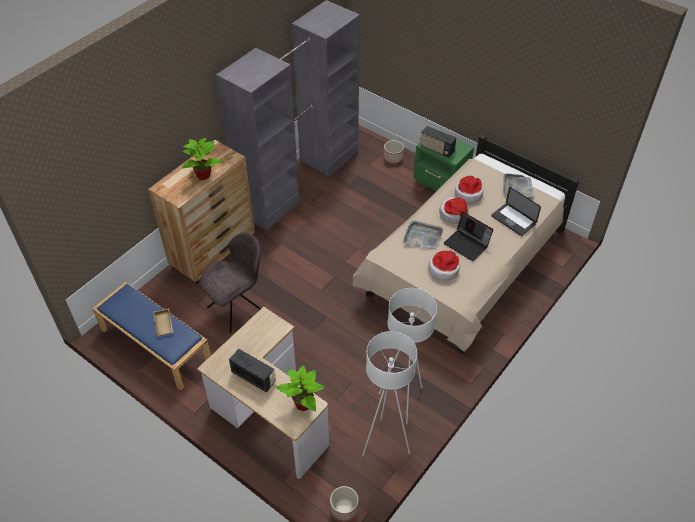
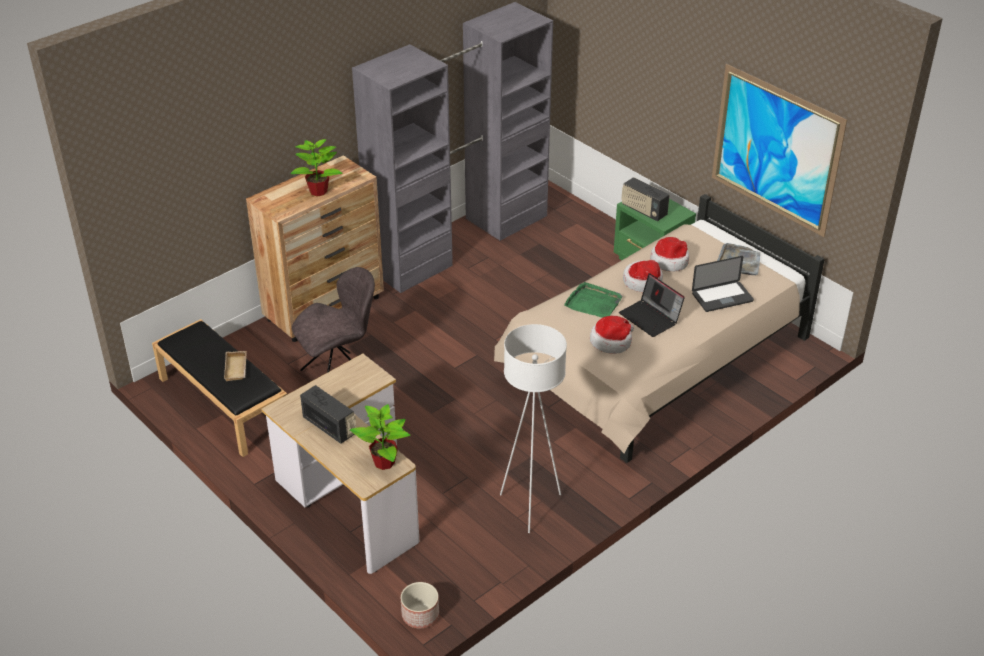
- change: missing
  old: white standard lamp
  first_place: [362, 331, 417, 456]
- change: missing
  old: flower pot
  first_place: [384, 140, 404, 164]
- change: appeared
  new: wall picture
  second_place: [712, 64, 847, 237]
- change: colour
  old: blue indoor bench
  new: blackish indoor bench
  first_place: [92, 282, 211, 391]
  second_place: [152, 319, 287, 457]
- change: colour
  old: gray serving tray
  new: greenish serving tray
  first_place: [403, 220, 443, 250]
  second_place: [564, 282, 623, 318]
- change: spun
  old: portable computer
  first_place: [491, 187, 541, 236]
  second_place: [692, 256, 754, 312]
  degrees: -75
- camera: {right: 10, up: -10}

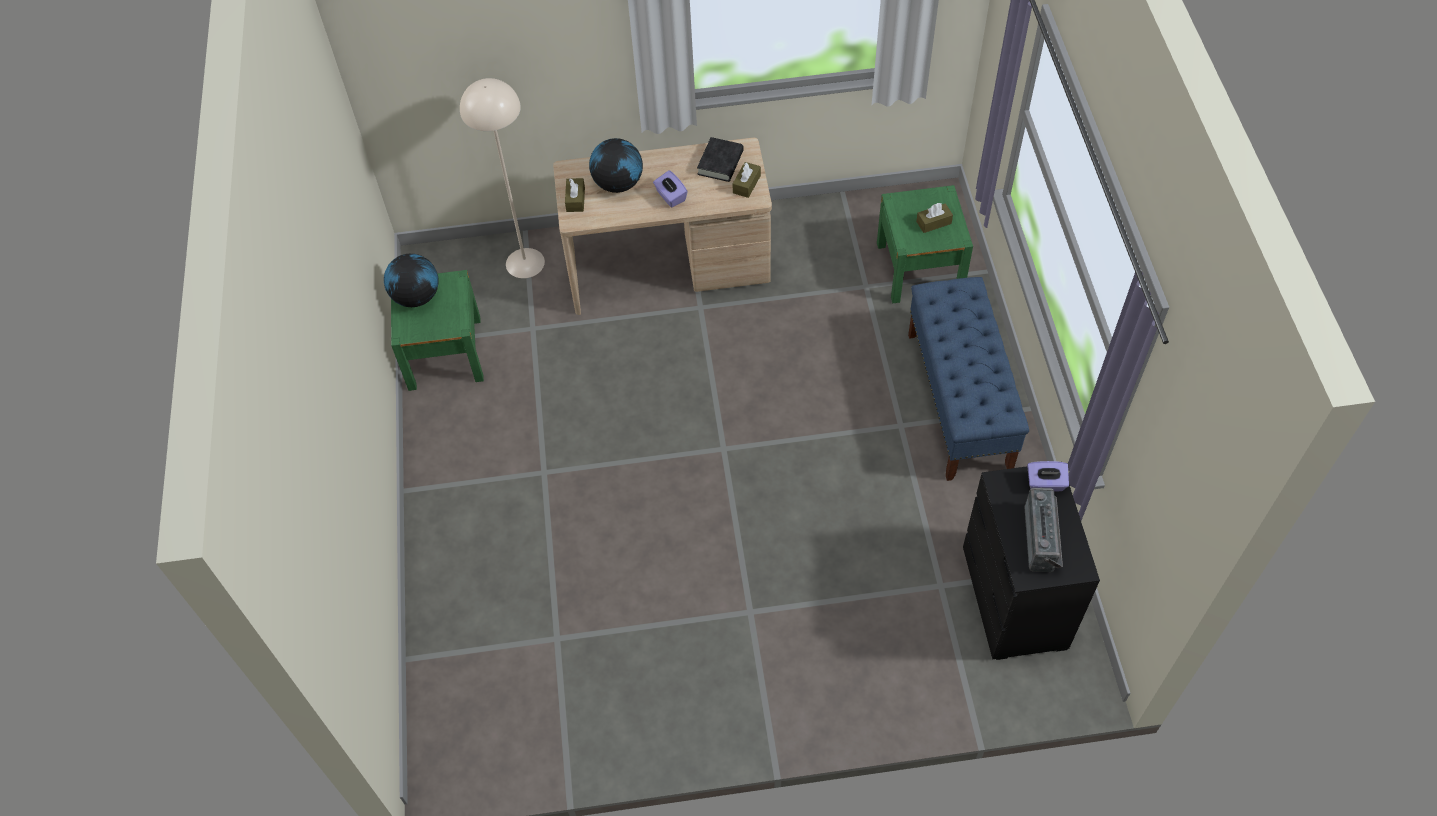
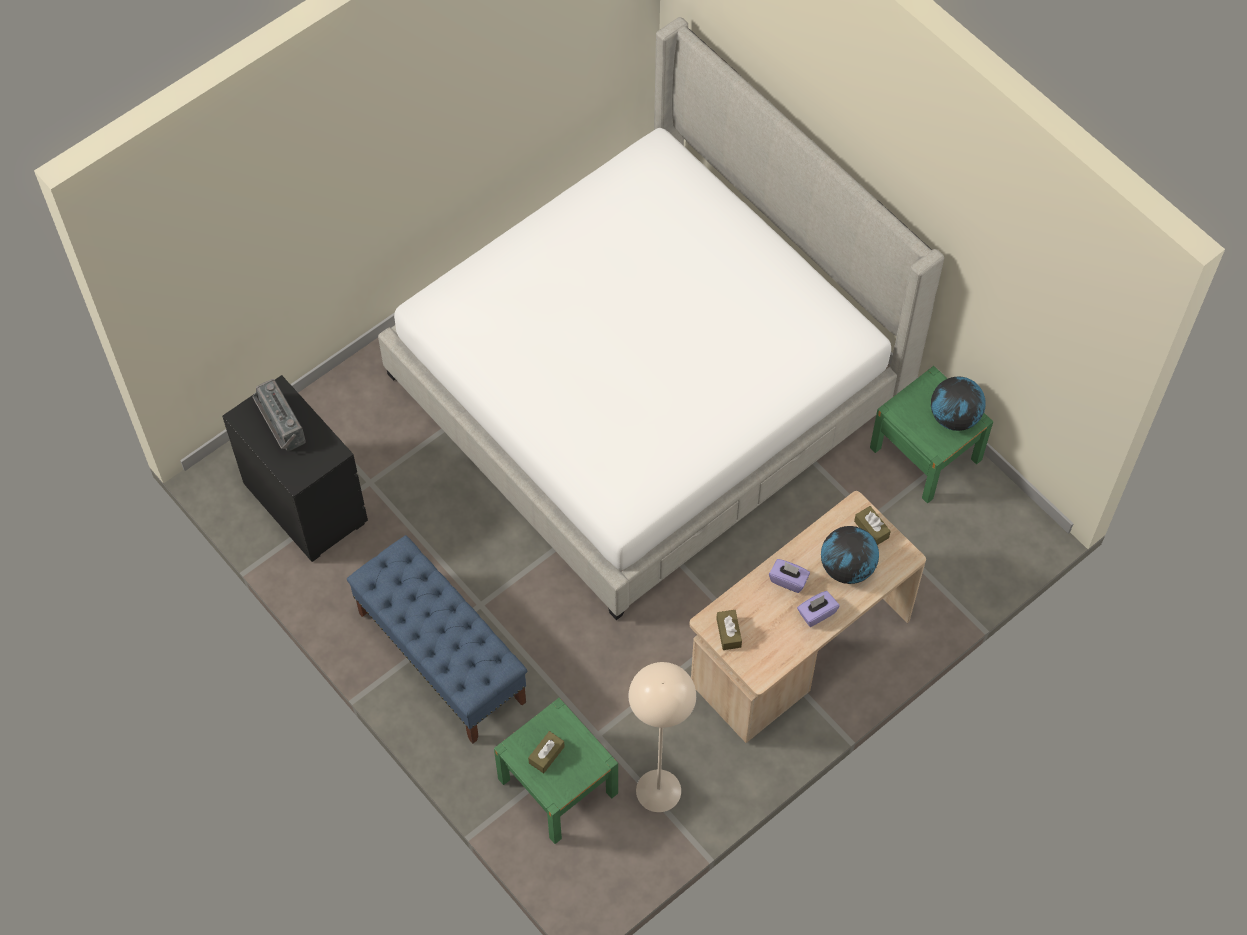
- change: missing
  old: blackish book
  first_place: [697, 137, 744, 182]
- change: appeared
  new: bedroom bed
  second_place: [378, 17, 944, 620]
- change: relocated
  old: sand-coloured standard lamp
  first_place: [460, 78, 545, 278]
  second_place: [629, 662, 696, 812]
- change: relocated
  old: purple box of tissues
  first_place: [1027, 461, 1069, 492]
  second_place: [797, 591, 840, 627]
- camera: {right: 145, up: 5}

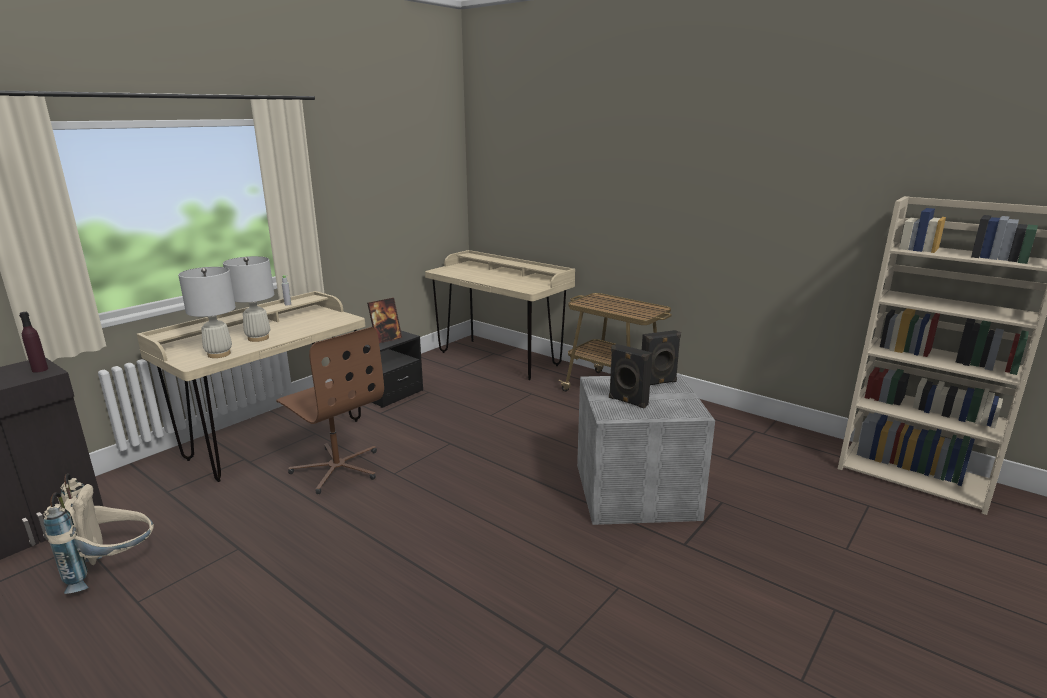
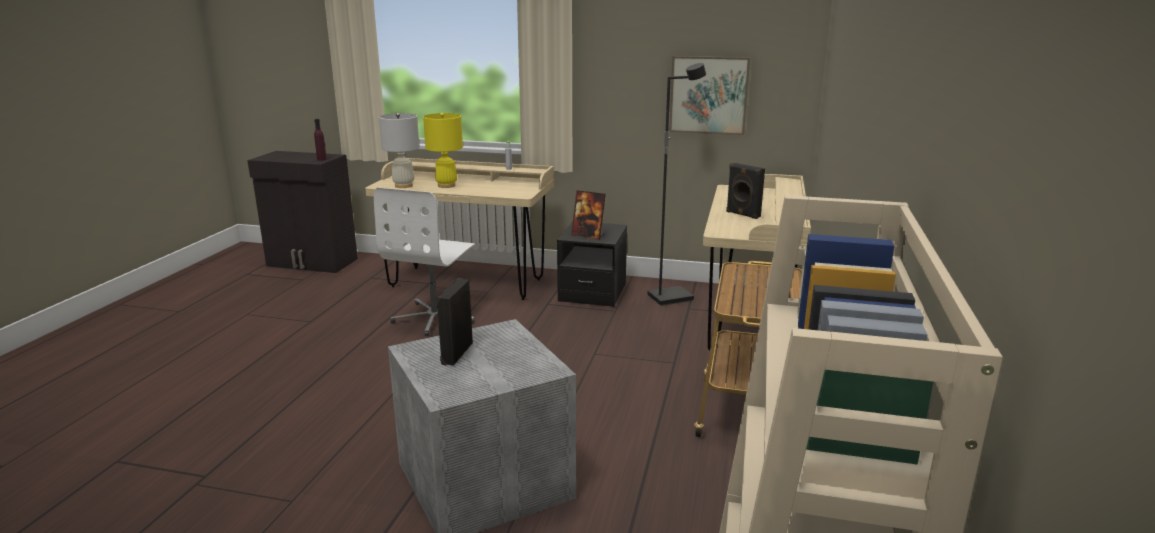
- change: missing
  old: sand-coloured backpack
  first_place: [43, 474, 154, 594]
- change: appeared
  new: blackish standard lamp
  second_place: [647, 63, 706, 306]
- change: appeared
  new: wall picture
  second_place: [669, 56, 750, 135]
- change: relocated
  old: blackish loudspeaker
  first_place: [642, 330, 681, 385]
  second_place: [726, 163, 765, 219]
- change: colour
  old: white table lamp
  new: yellowish table lamp
  first_place: [223, 256, 274, 342]
  second_place: [423, 113, 463, 188]
- change: colour
  old: brown-coloured computer chair
  new: white computer chair
  first_place: [276, 327, 384, 494]
  second_place: [374, 187, 475, 336]
- camera: {right: 65, up: 0}

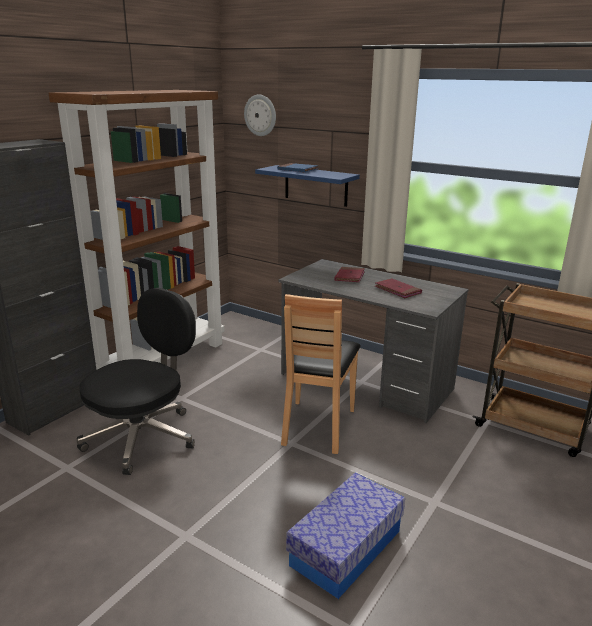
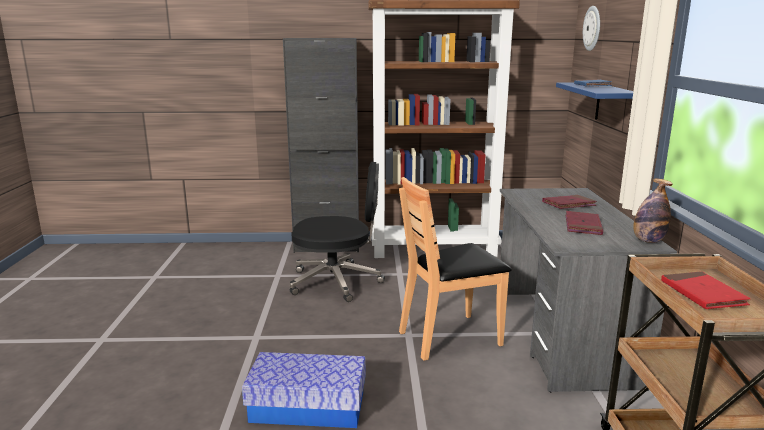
- change: appeared
  new: bottle
  second_place: [633, 178, 673, 243]
- change: appeared
  new: red book
  second_place: [661, 271, 750, 309]
- camera: {right: 55, up: -5}

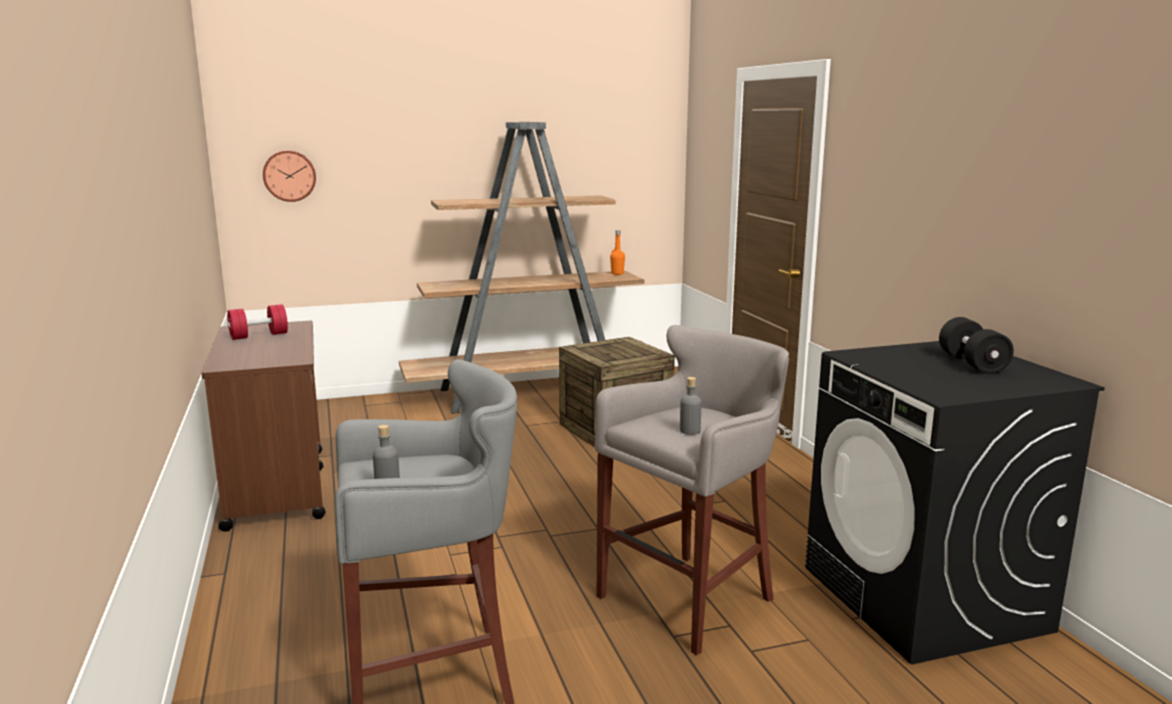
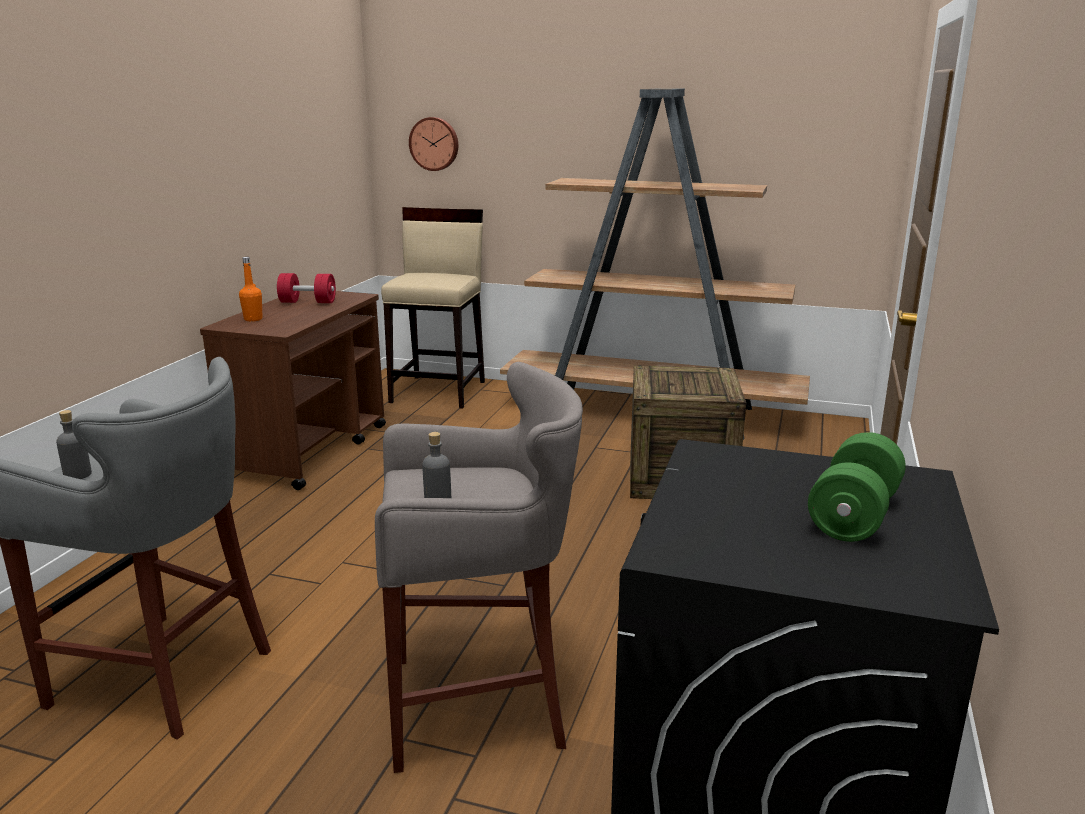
- change: appeared
  new: sand-coloured stool
  second_place: [381, 207, 485, 409]
- change: relocated
  old: orange-coloured bottle
  first_place: [610, 230, 625, 275]
  second_place: [239, 257, 263, 321]
- change: colour
  old: blackish dumbbell
  new: greenish dumbbell
  first_place: [939, 317, 1014, 374]
  second_place: [808, 432, 906, 542]
- camera: {right: 35, up: 5}

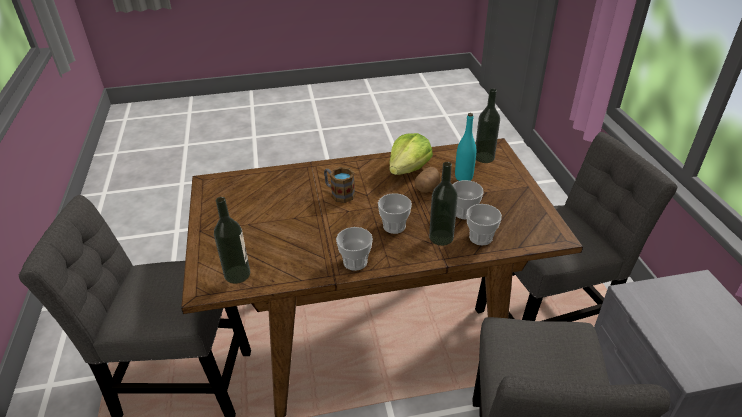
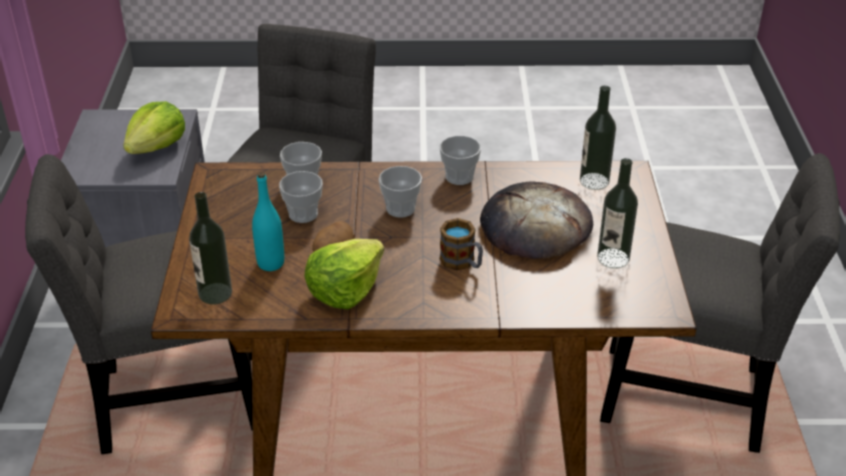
- change: appeared
  new: lettuce head
  second_place: [123, 101, 185, 154]
- change: appeared
  new: baked bread
  second_place: [480, 181, 593, 259]
- change: relocated
  old: bottle
  first_place: [429, 162, 458, 246]
  second_place: [597, 158, 638, 268]
- camera: {right: -170, up: 0}

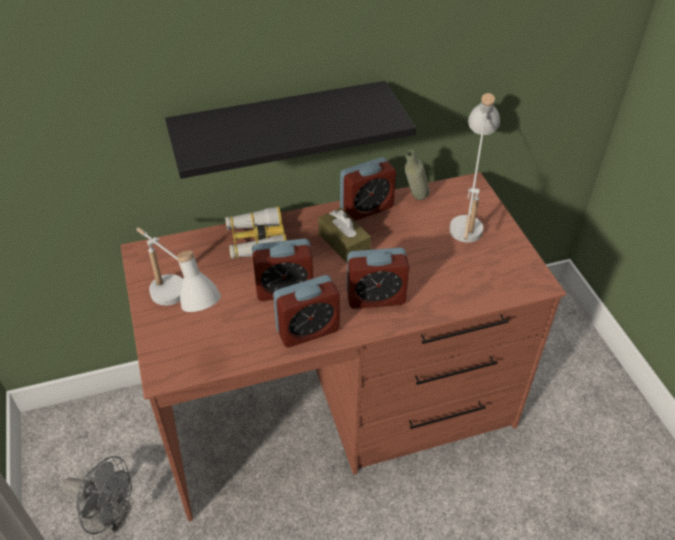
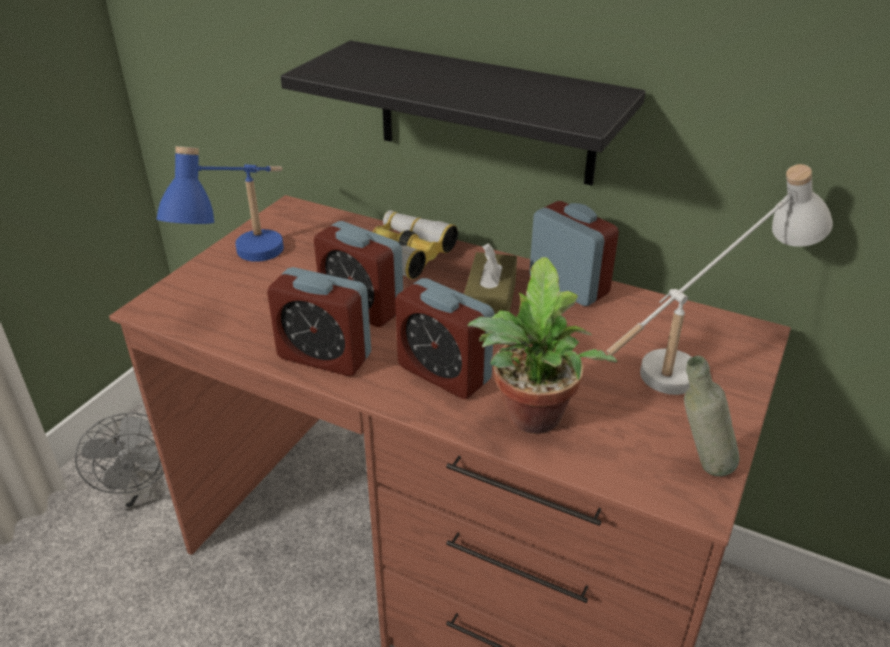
- change: appeared
  new: plant in a pot
  second_place: [467, 257, 617, 434]
- change: relocated
  old: gray bottle
  first_place: [405, 150, 430, 200]
  second_place: [684, 356, 739, 476]
- change: colour
  old: white table lamp
  new: blue table lamp
  first_place: [136, 227, 221, 312]
  second_place: [157, 146, 284, 262]
- change: spun
  old: bedside clock
  first_place: [340, 157, 396, 221]
  second_place: [529, 201, 619, 306]
  degrees: -150
- camera: {right: 45, up: -10}

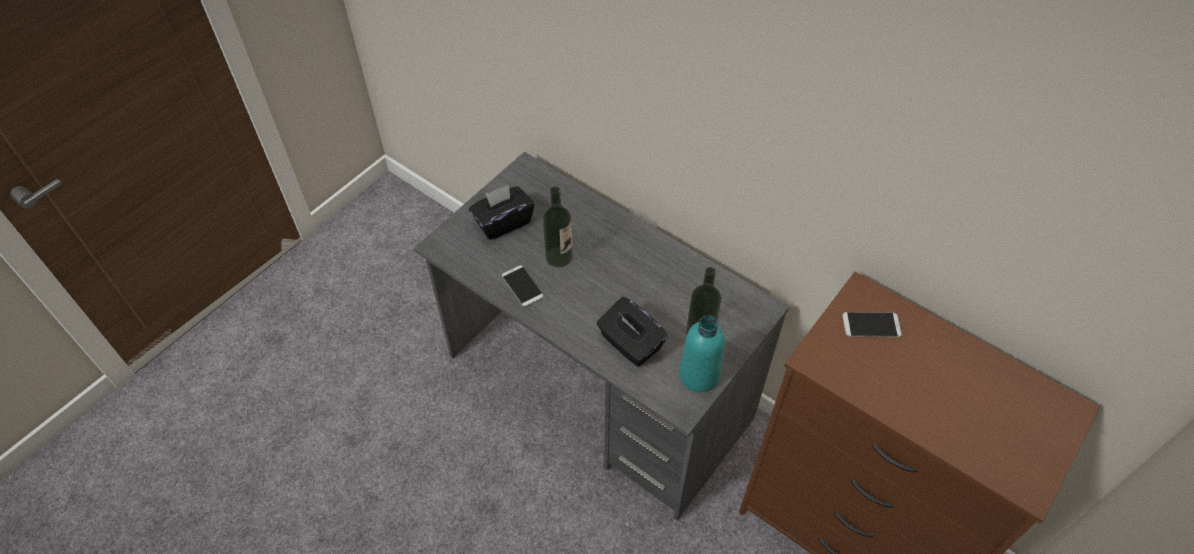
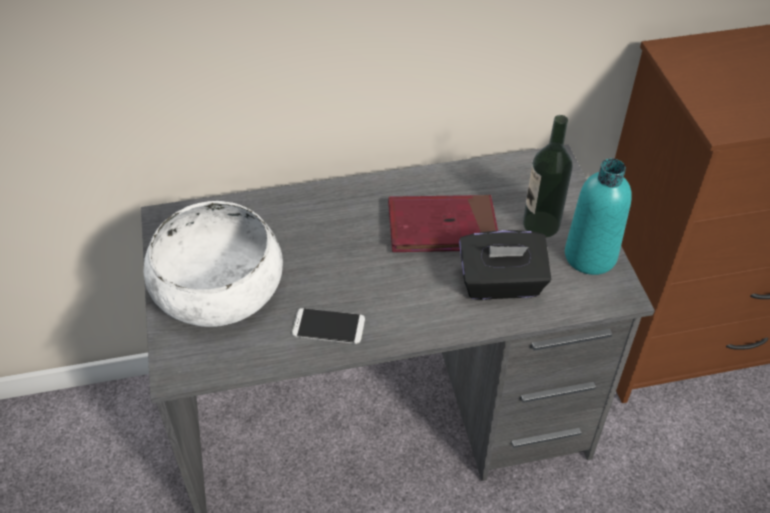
- change: missing
  old: bottle
  first_place: [543, 186, 573, 267]
- change: missing
  old: telephone
  first_place: [842, 312, 902, 337]
- change: appeared
  new: red book
  second_place: [388, 195, 498, 252]
- change: exchanged
  old: blackish box of tissues
  new: white bowl
  first_place: [469, 185, 534, 240]
  second_place: [144, 201, 283, 327]
- camera: {right: -50, up: -5}

